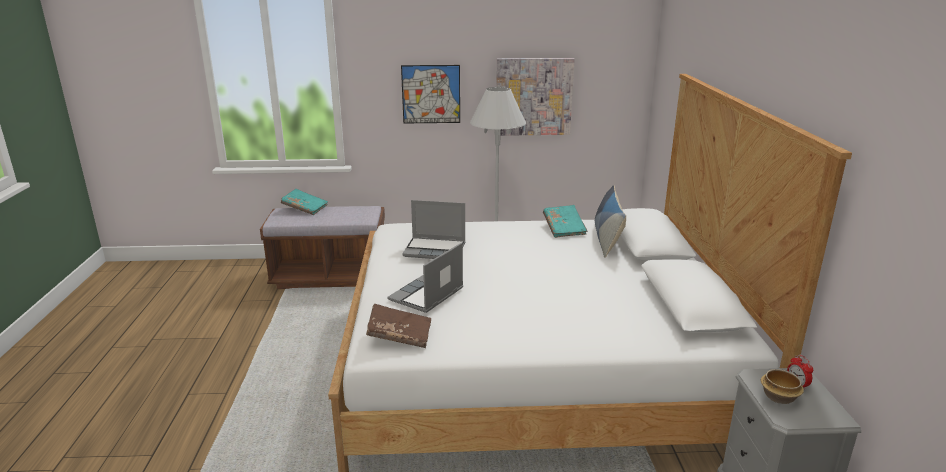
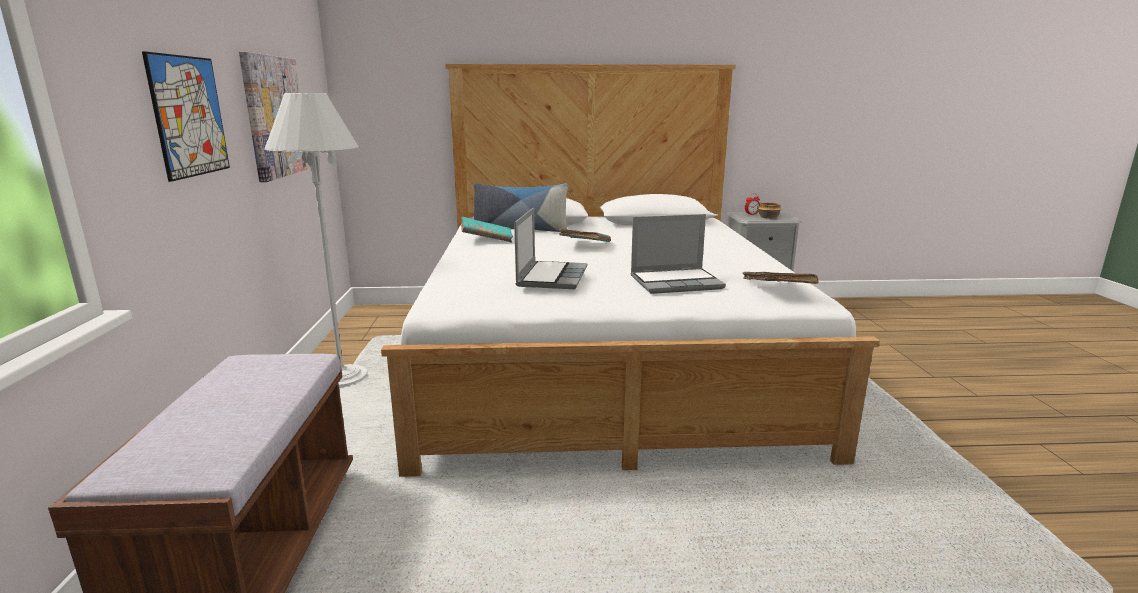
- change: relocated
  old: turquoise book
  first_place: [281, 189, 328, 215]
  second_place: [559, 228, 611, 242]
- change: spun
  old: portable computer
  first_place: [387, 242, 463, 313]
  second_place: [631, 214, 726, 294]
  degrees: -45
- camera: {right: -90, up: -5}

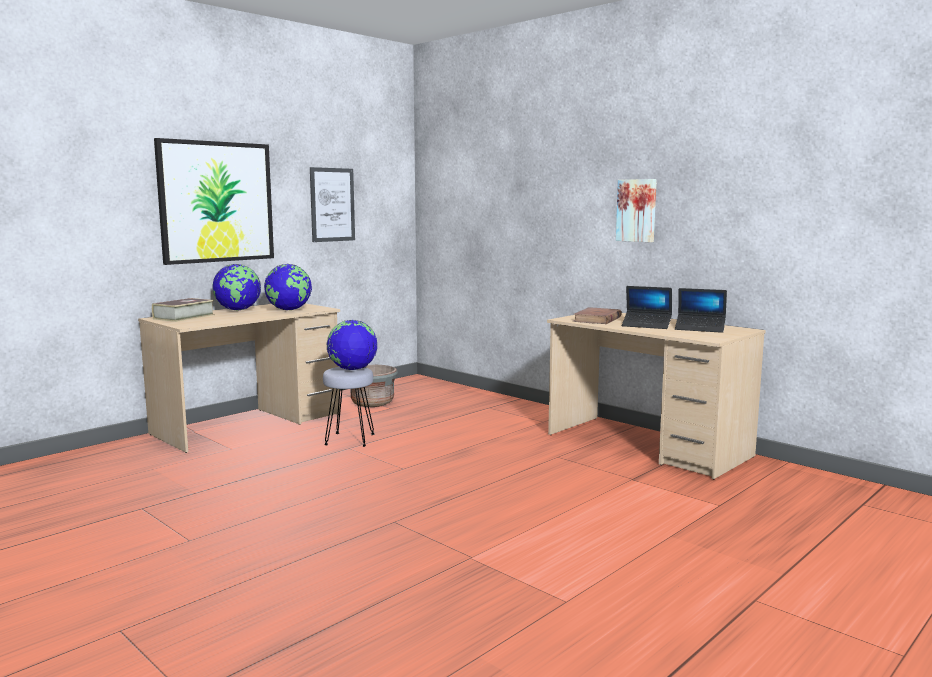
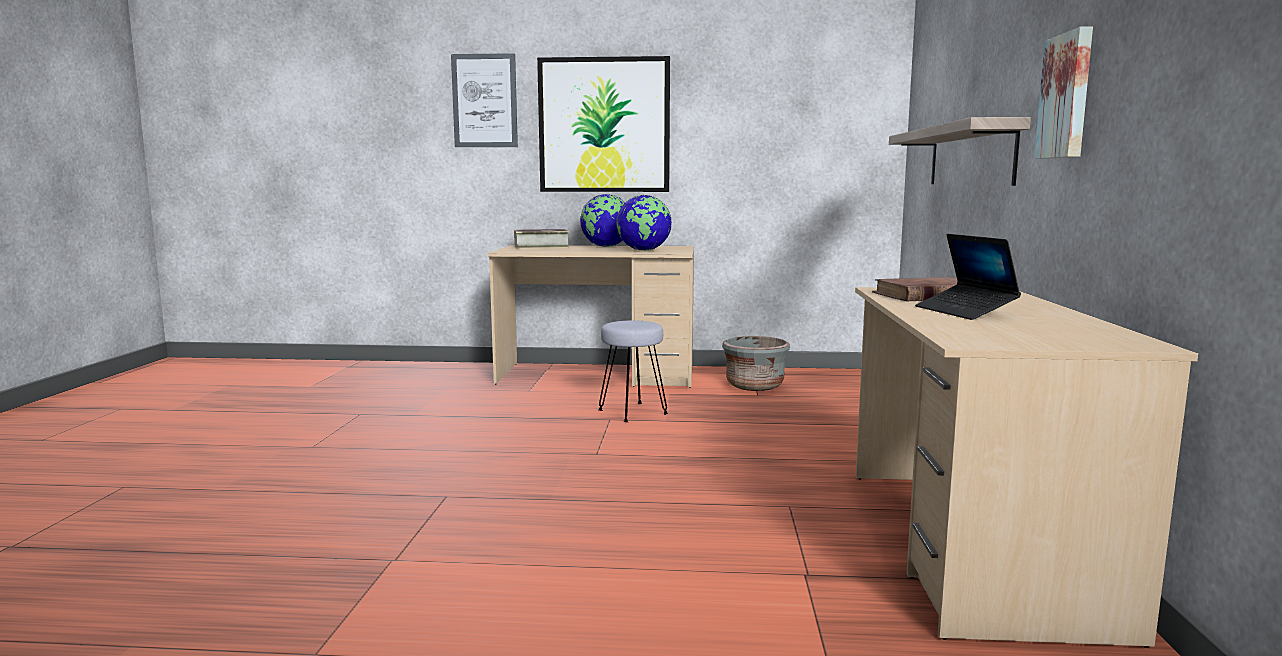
- change: missing
  old: desk globe
  first_place: [327, 320, 377, 370]
- change: missing
  old: portable computer
  first_place: [675, 288, 727, 333]
- change: appeared
  new: wall shelf
  second_place: [889, 117, 1031, 186]
- change: relocated
  old: wall picture
  first_place: [310, 167, 355, 242]
  second_place: [451, 53, 518, 147]
- camera: {right: 50, up: 0}

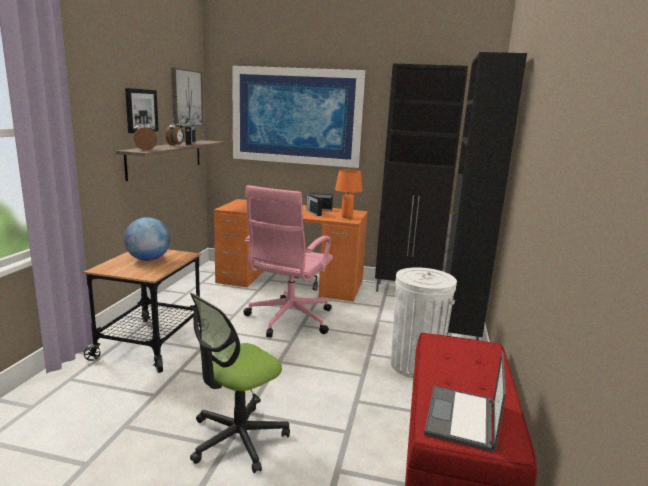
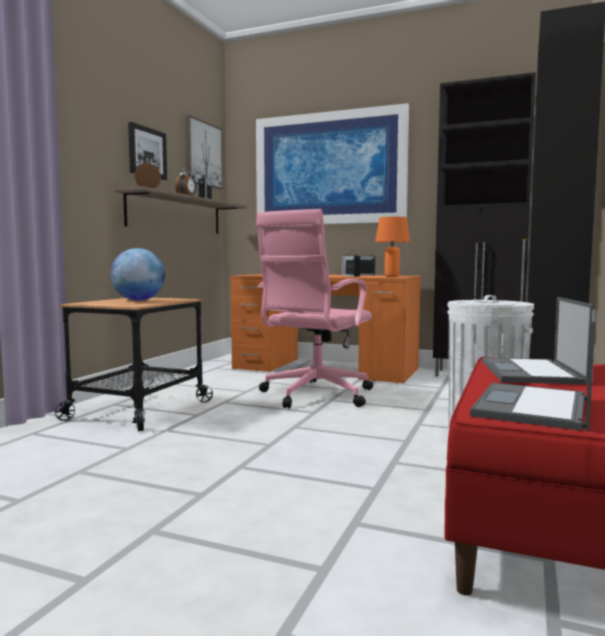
- change: missing
  old: computer chair
  first_place: [190, 293, 290, 473]
- change: appeared
  new: portable computer
  second_place: [482, 297, 594, 385]
- camera: {right: 10, up: -10}

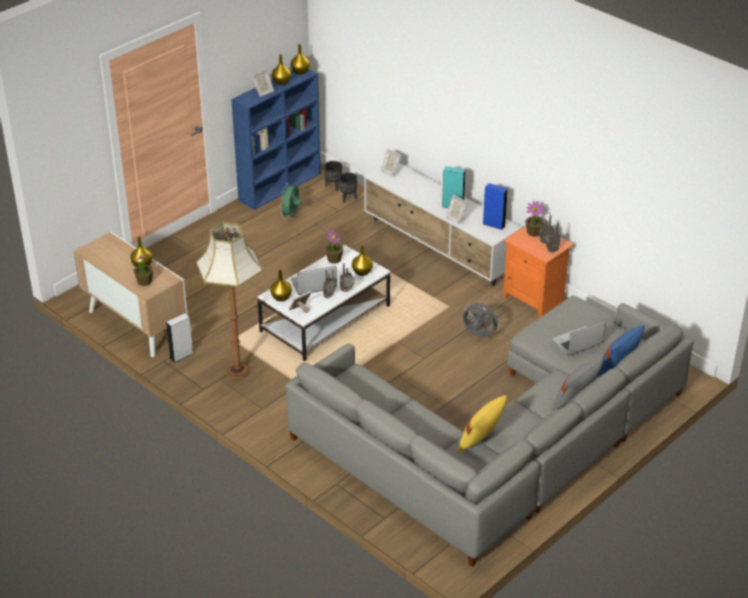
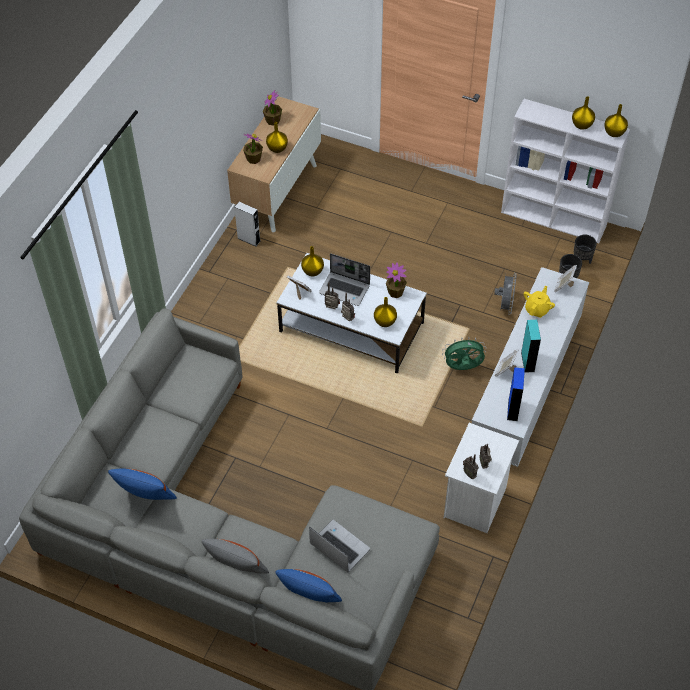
- change: missing
  old: standard lamp
  first_place: [196, 222, 263, 379]
- change: missing
  old: picture frame
  first_place: [252, 70, 274, 97]
- change: appeared
  new: yellowish tea pot
  second_place: [524, 286, 555, 318]
- change: relocated
  old: greenish cooling fan
  first_place: [280, 182, 302, 218]
  second_place: [442, 337, 486, 370]
- change: relocated
  old: gray cooling fan
  first_place: [462, 301, 501, 337]
  second_place: [494, 273, 517, 315]
- change: relocated
  old: plant in a pot
  first_place: [525, 201, 545, 237]
  second_place: [263, 90, 282, 126]
- change: colour
  old: blue bookshelf
  new: white bookshelf
  first_place: [231, 69, 321, 210]
  second_place: [501, 99, 630, 243]
- change: colour
  old: yellowish pillow
  new: blue pillow
  first_place: [458, 395, 507, 453]
  second_place: [108, 468, 177, 500]
- change: colour
  old: orange-coloured bedside table
  new: white bedside table
  first_place: [503, 226, 574, 317]
  second_place: [444, 423, 519, 533]
- change: spun
  old: portable computer
  first_place: [291, 266, 337, 295]
  second_place: [319, 253, 370, 306]
  degrees: 150
- camera: {right: 70, up: 15}

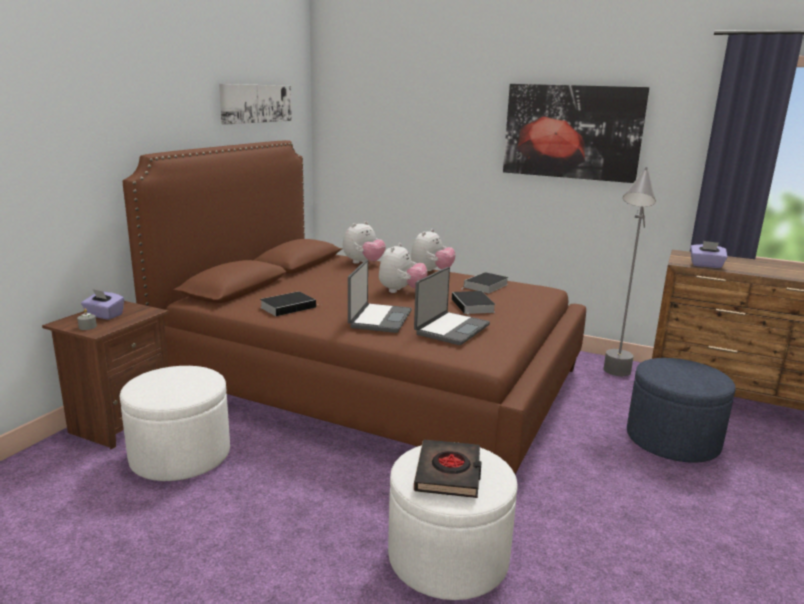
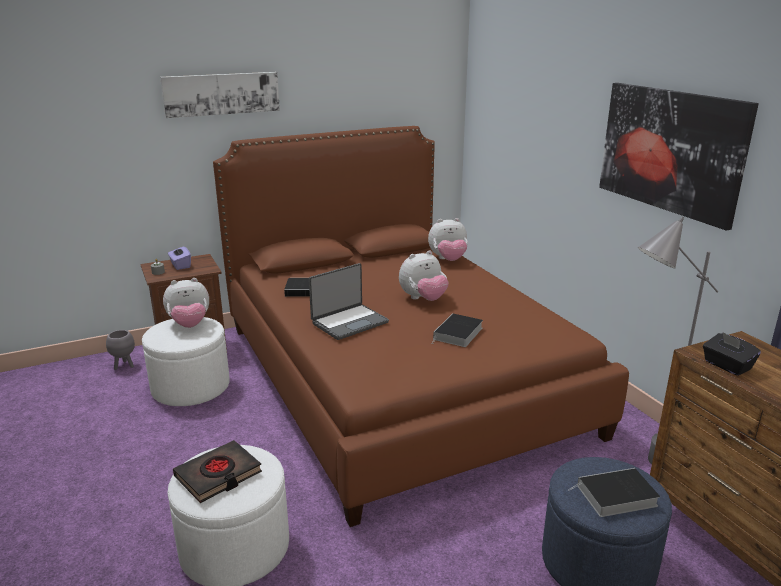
- change: missing
  old: portable computer
  first_place: [414, 267, 490, 345]
- change: appeared
  new: gray flower pot
  second_place: [106, 330, 135, 370]
- change: relocated
  old: wall picture
  first_place: [219, 84, 292, 125]
  second_place: [160, 72, 280, 118]
- change: relocated
  old: cuddly toy
  first_place: [411, 229, 456, 272]
  second_place: [163, 278, 209, 328]
- change: relocated
  old: book
  first_place: [463, 272, 509, 293]
  second_place: [568, 468, 660, 517]
- change: colour
  old: purple box of tissues
  new: blackish box of tissues
  first_place: [690, 241, 728, 268]
  second_place: [703, 332, 761, 376]
- camera: {right: 40, up: 5}

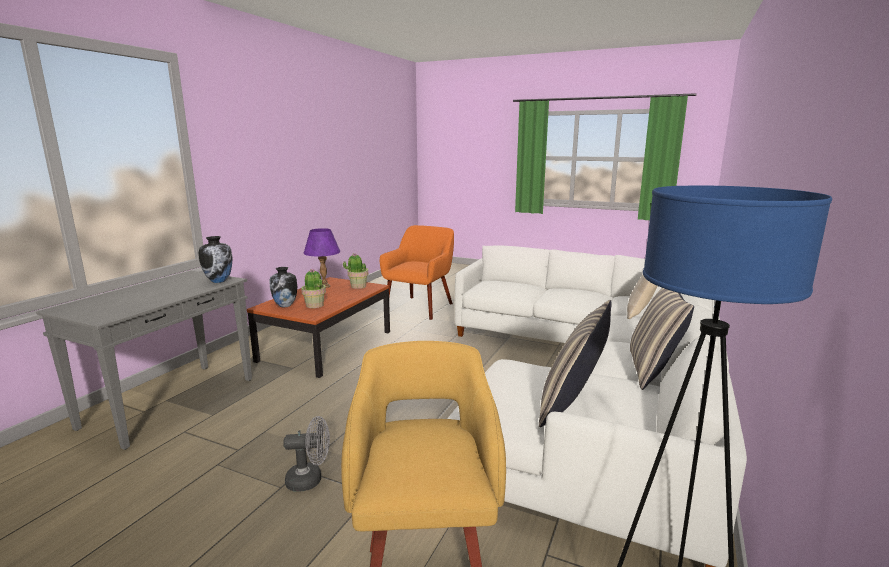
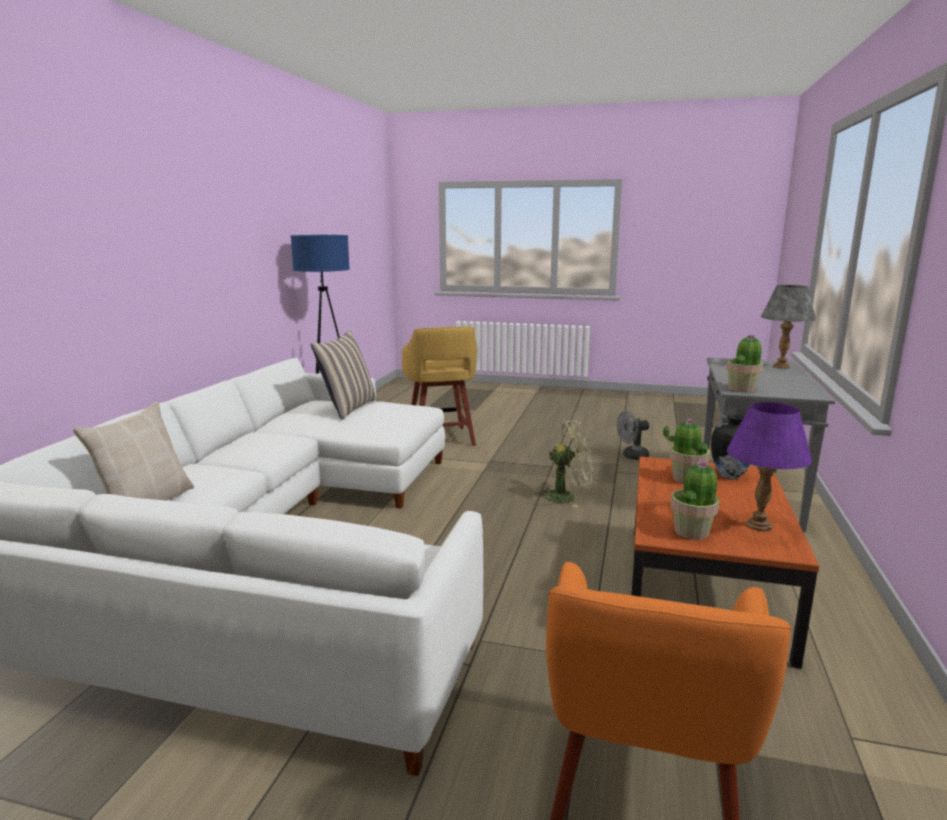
- change: missing
  old: pillow
  first_place: [630, 288, 694, 390]
- change: appeared
  new: greenish cooling fan
  second_place: [535, 420, 593, 508]
- change: appeared
  new: gray table lamp
  second_place: [761, 285, 816, 369]
- change: relocated
  old: gray cooling fan
  first_place: [283, 416, 330, 492]
  second_place: [617, 411, 649, 460]
- change: exchanged
  old: decorative vase
  new: plant in a pot
  first_place: [199, 236, 233, 283]
  second_place: [726, 334, 763, 392]
- camera: {right: 170, up: 0}

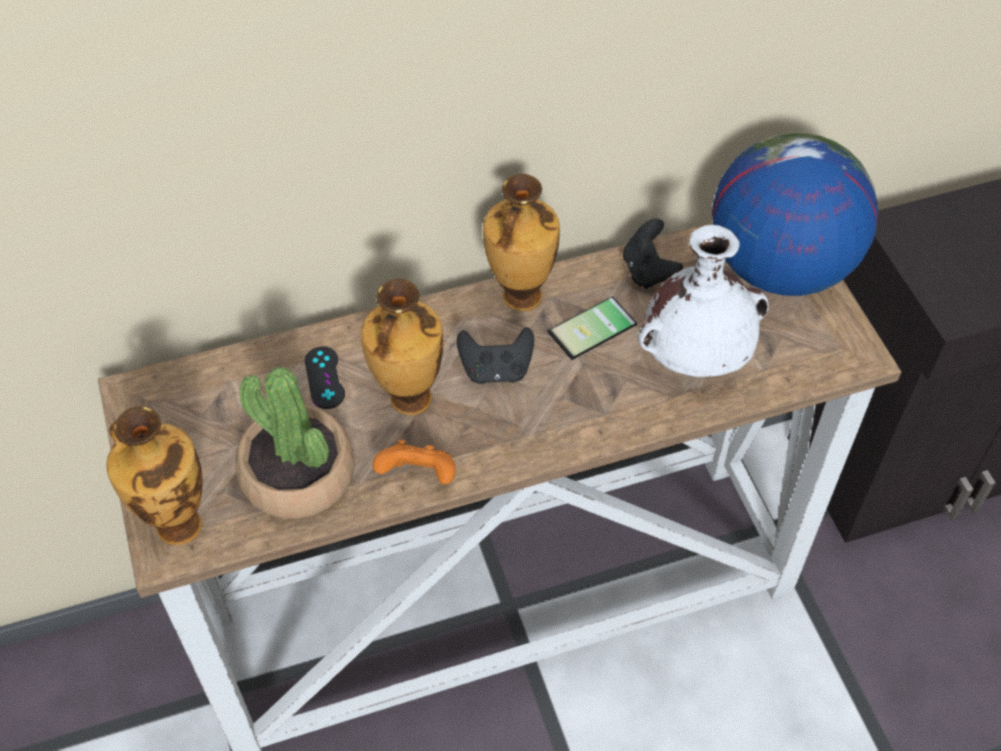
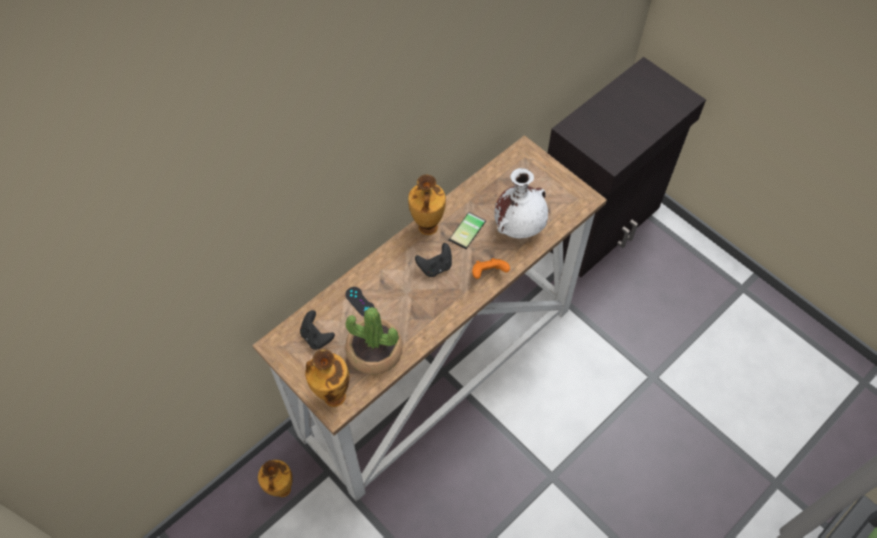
- change: missing
  old: desk globe
  first_place: [712, 132, 878, 296]
- change: relocated
  old: decorative vase
  first_place: [361, 279, 443, 415]
  second_place: [258, 460, 293, 497]
- change: relocated
  old: orange-coloured game controller
  first_place: [373, 440, 455, 485]
  second_place: [472, 258, 510, 279]
- change: relocated
  old: blackish game controller
  first_place: [623, 218, 683, 289]
  second_place: [300, 310, 335, 350]
- camera: {right: -25, up: 5}

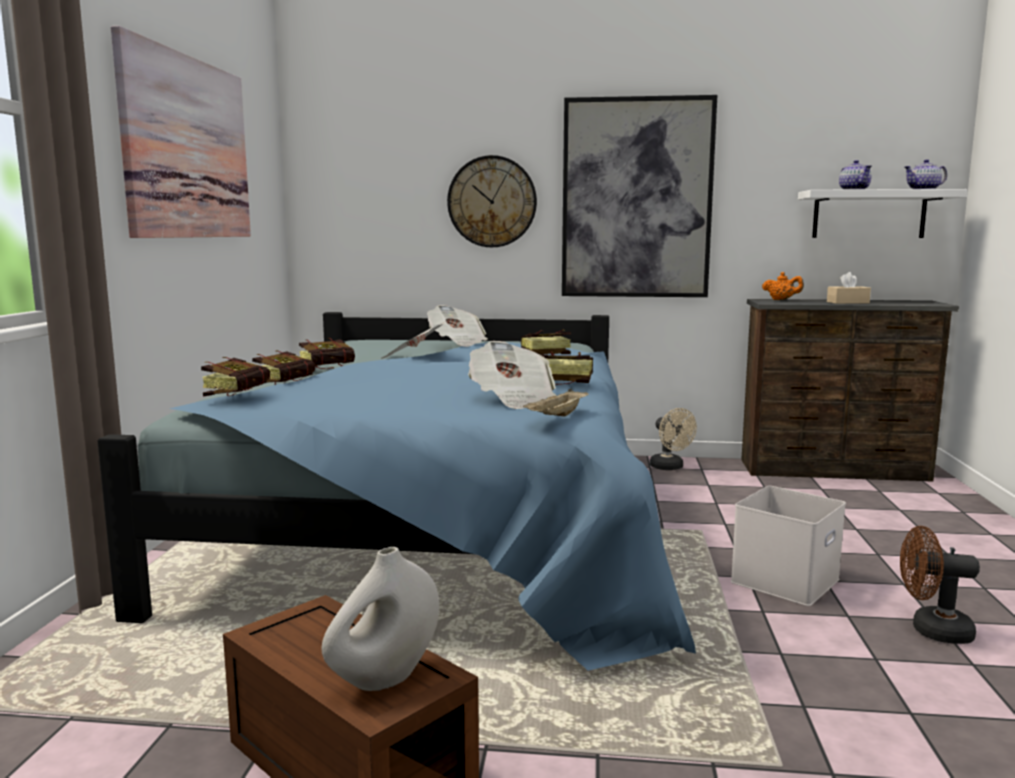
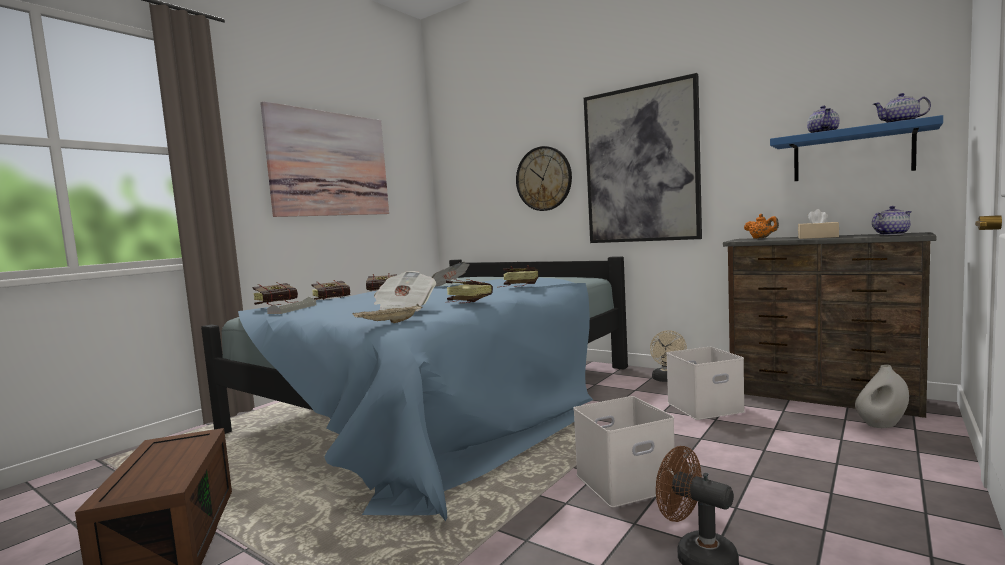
- change: missing
  old: printed paper
  first_place: [427, 305, 488, 347]
- change: appeared
  new: gray serving tray
  second_place: [267, 297, 316, 314]
- change: appeared
  new: white storage box
  second_place: [666, 347, 745, 420]
- change: appeared
  new: tea pot
  second_place: [872, 206, 911, 235]
- change: relocated
  old: white decorative vase
  first_place: [322, 547, 439, 691]
  second_place: [855, 365, 909, 428]
- change: colour
  old: white wall shelf
  new: blue wall shelf
  first_place: [798, 189, 967, 238]
  second_place: [770, 115, 943, 181]
- camera: {right: 30, up: -5}

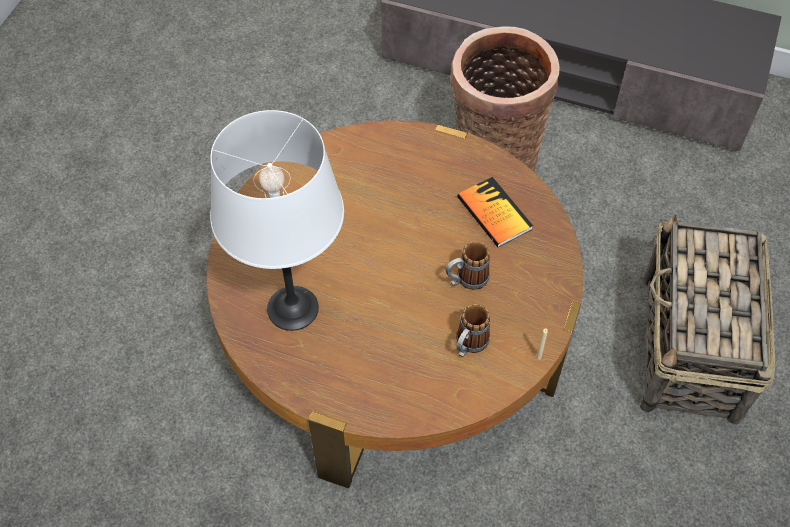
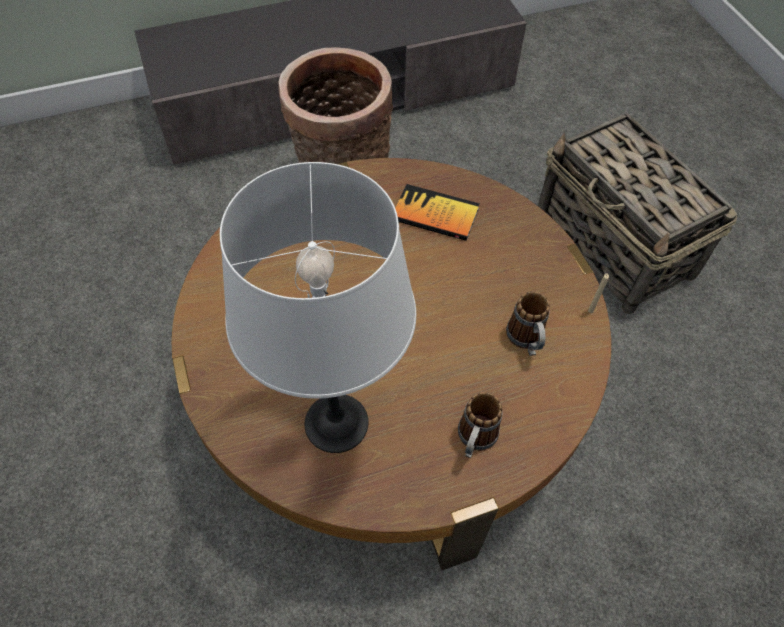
- change: relocated
  old: mug
  first_place: [446, 241, 490, 290]
  second_place: [458, 392, 503, 458]
- camera: {right: -40, up: 0}

